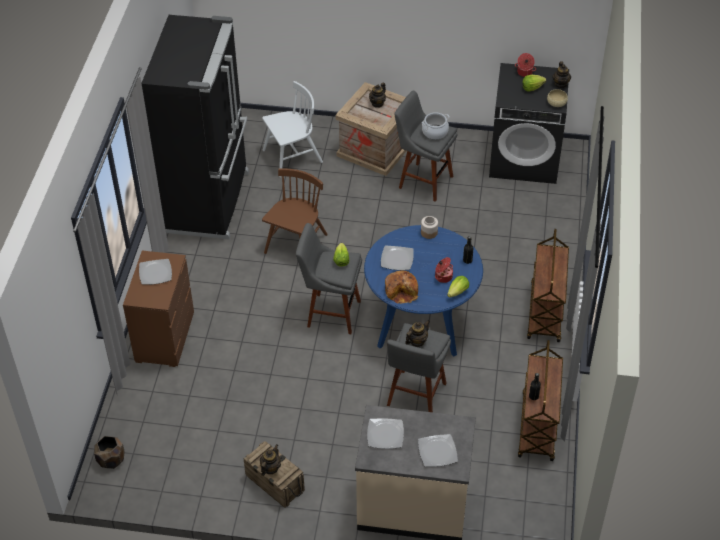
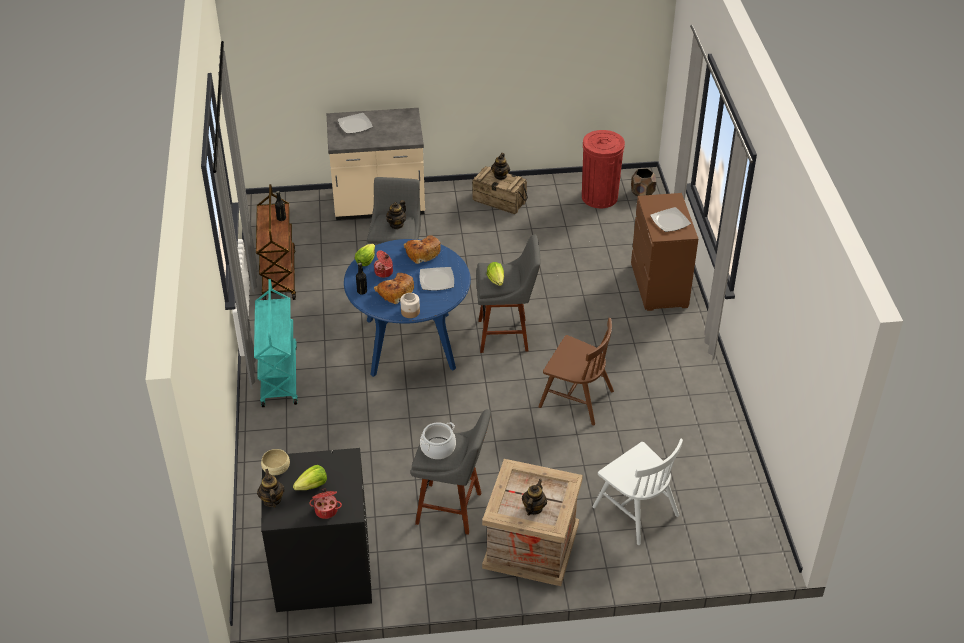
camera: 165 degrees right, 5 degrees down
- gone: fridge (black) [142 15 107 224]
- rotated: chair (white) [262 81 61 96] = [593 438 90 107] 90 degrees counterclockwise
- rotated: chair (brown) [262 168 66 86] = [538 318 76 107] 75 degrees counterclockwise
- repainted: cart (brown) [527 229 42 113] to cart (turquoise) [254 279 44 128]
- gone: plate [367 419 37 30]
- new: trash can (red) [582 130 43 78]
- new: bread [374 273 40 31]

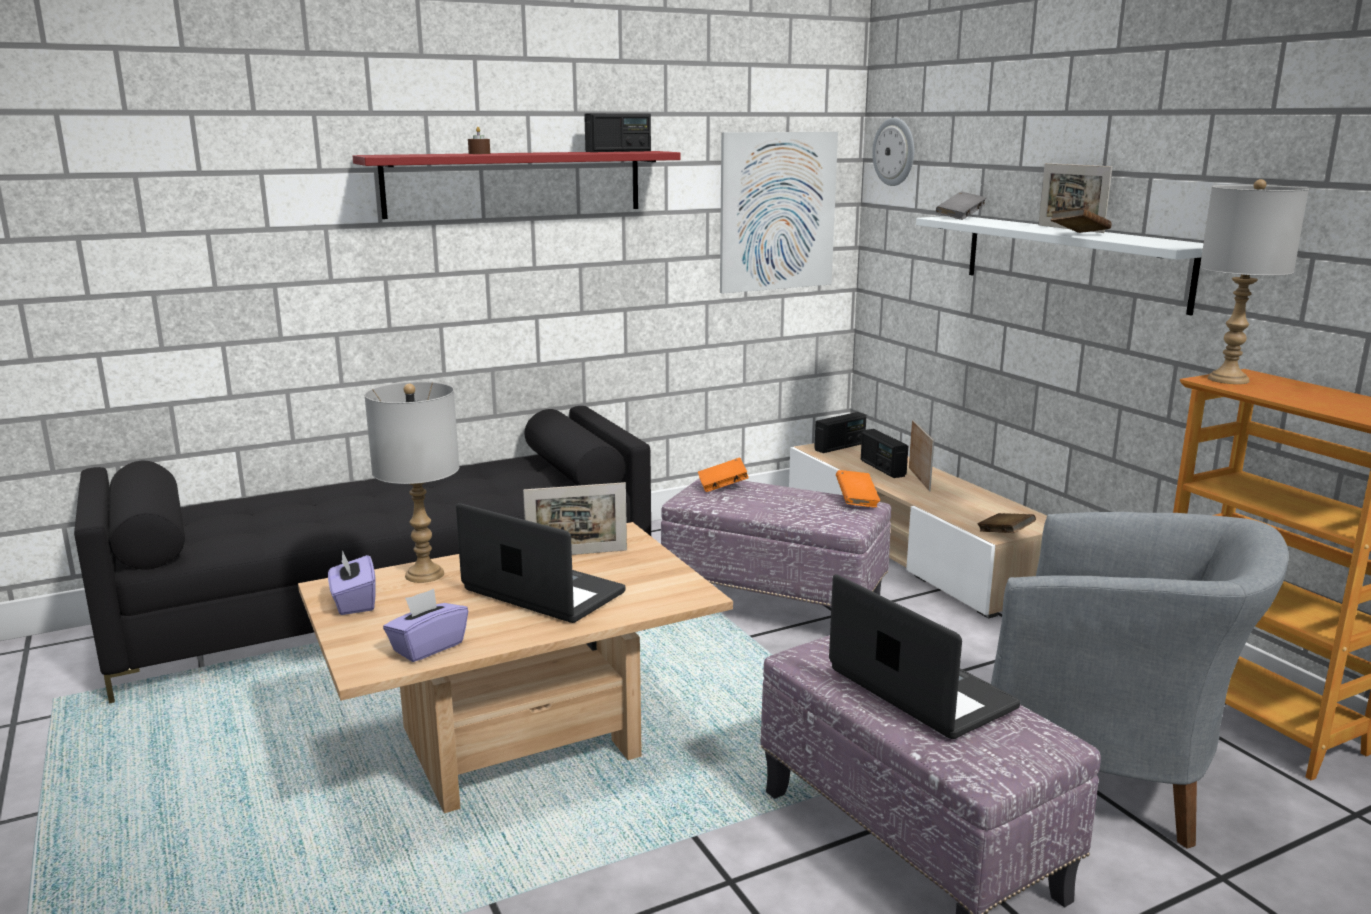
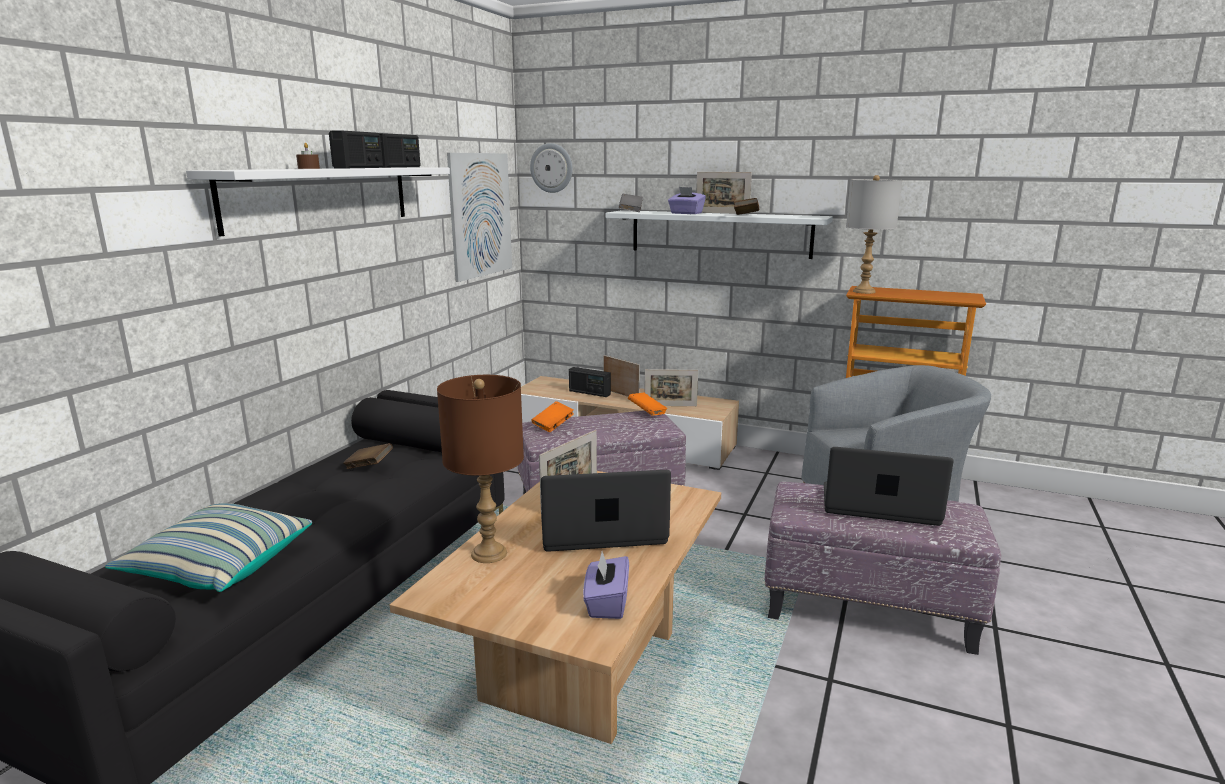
camera: 40 degrees left, 0 degrees up
- repainted: shelf (red) [353 151 328 68] to shelf (white) [186 167 264 69]
- repainted: table lamp (grey) [364 381 95 202] to table lamp (brown) [437 375 87 188]
- shifted: radio [814 412 52 41] to [329 131 54 37]
- shifted: book (brown) [978 513 58 20] to [343 443 50 26]
- shifted: tissue box (purple) [328 550 48 65] to [668 187 38 27]
- new: picture frame [644 369 54 37]
- new: pillow [105 503 207 89]

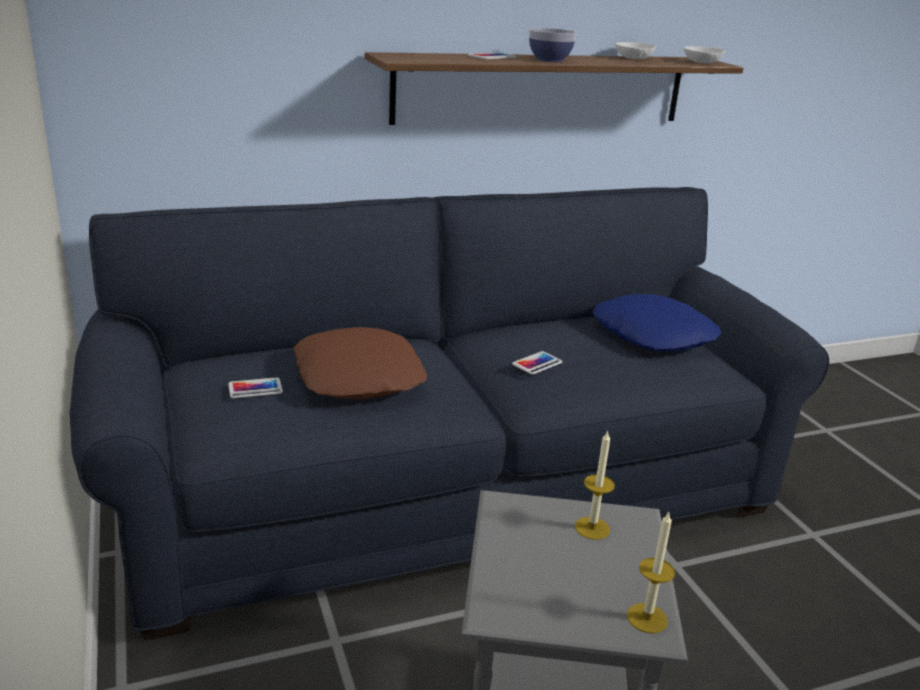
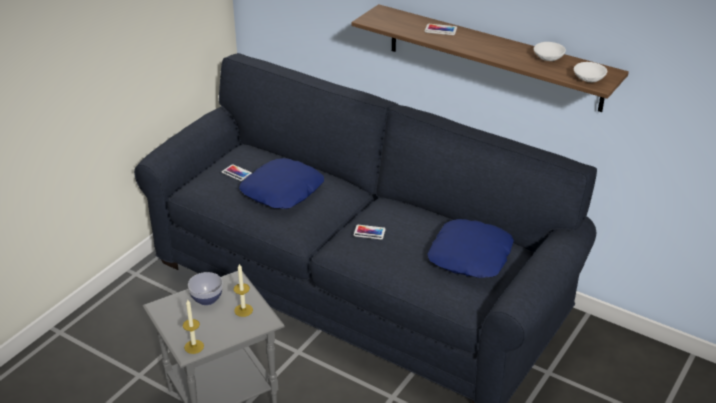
camera: 55 degrees right, 10 degrees up
- shifted: bowl [529 28 47 34] to [188 272 35 33]
- repainted: pillow (brown) [294 327 133 73] to pillow (blue) [239 158 85 51]

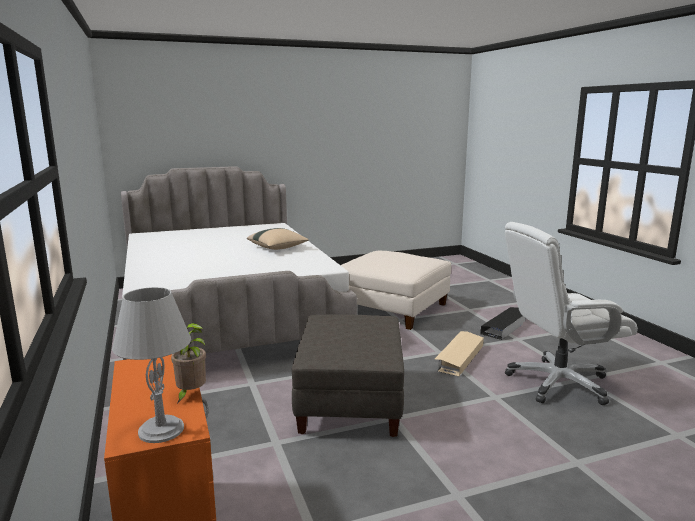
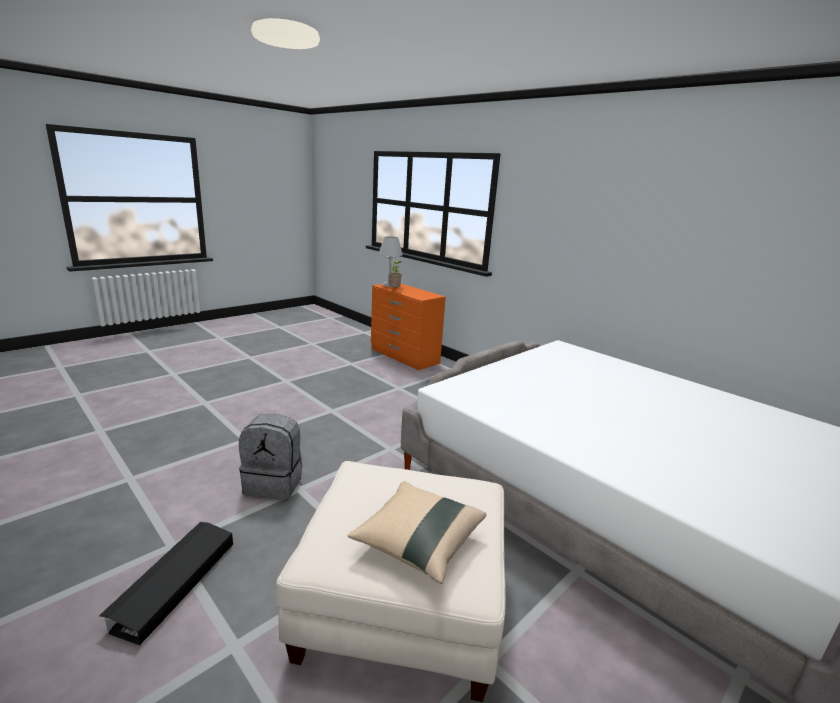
camera: 155 degrees right, 5 degrees up
- gone: office chair (white) [505 222 133 183]
- shifted: pillow (beige) [247 228 62 22] to [348 481 138 103]
- gone: ottoman (grey) [292 314 112 123]
- swapped: storage box (beige) [435 331 49 46] to backpack (grey) [239 414 63 86]

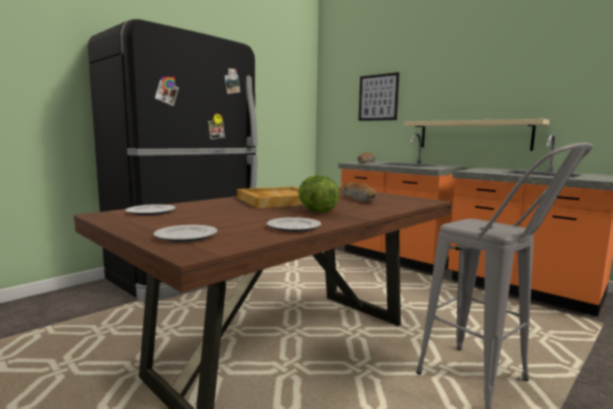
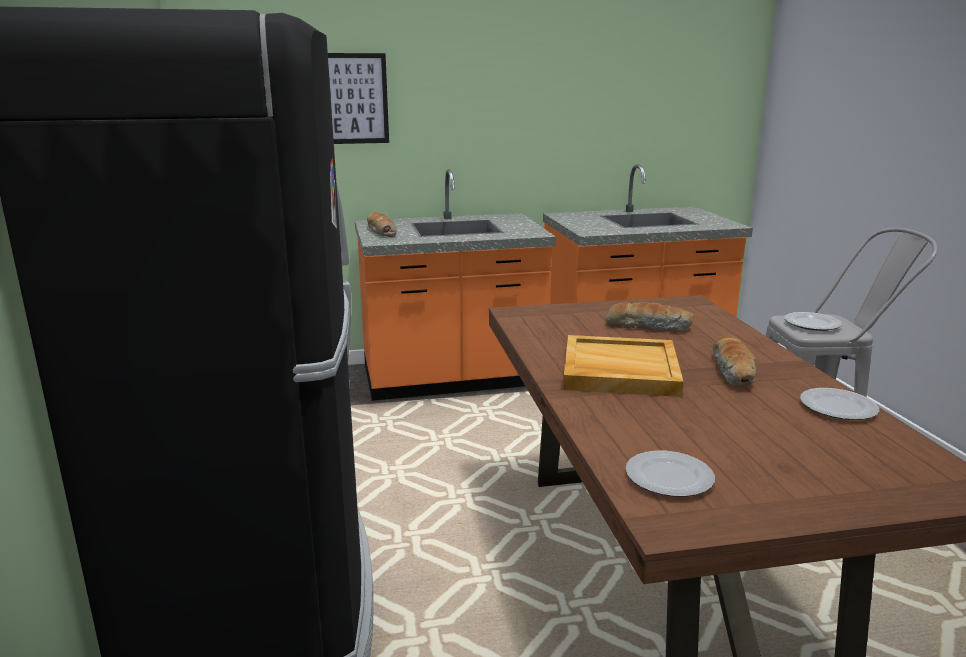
camera: 55 degrees left, 10 degrees up
- gone: shelf (beige) [404 119 145 32]
- swapped: lettuce [299 175 40 38] to bread [713 335 43 52]
- shifted: plate [153 225 65 17] to [784 312 58 19]

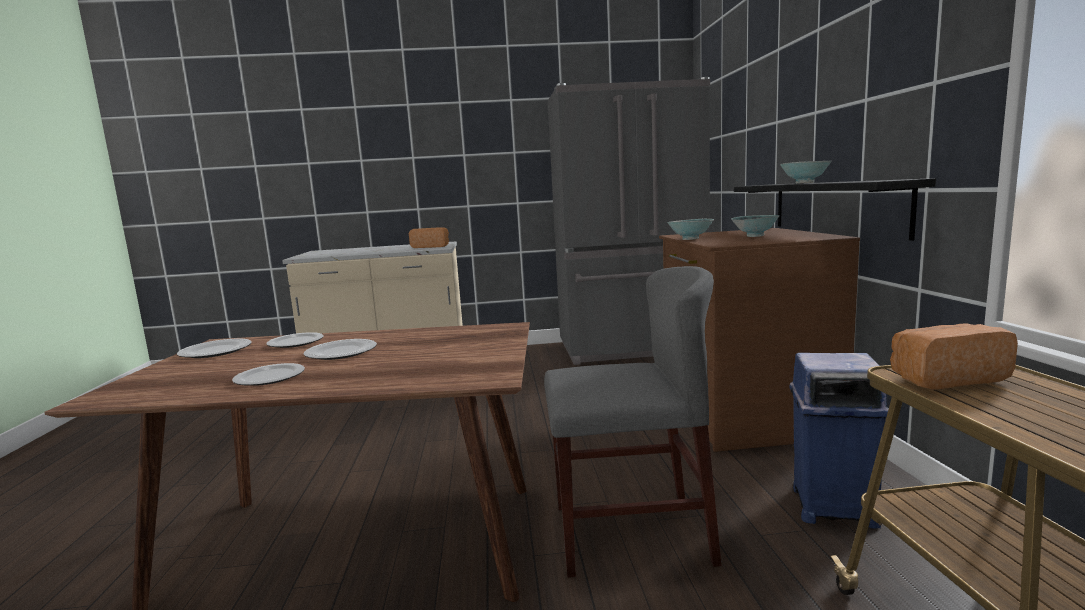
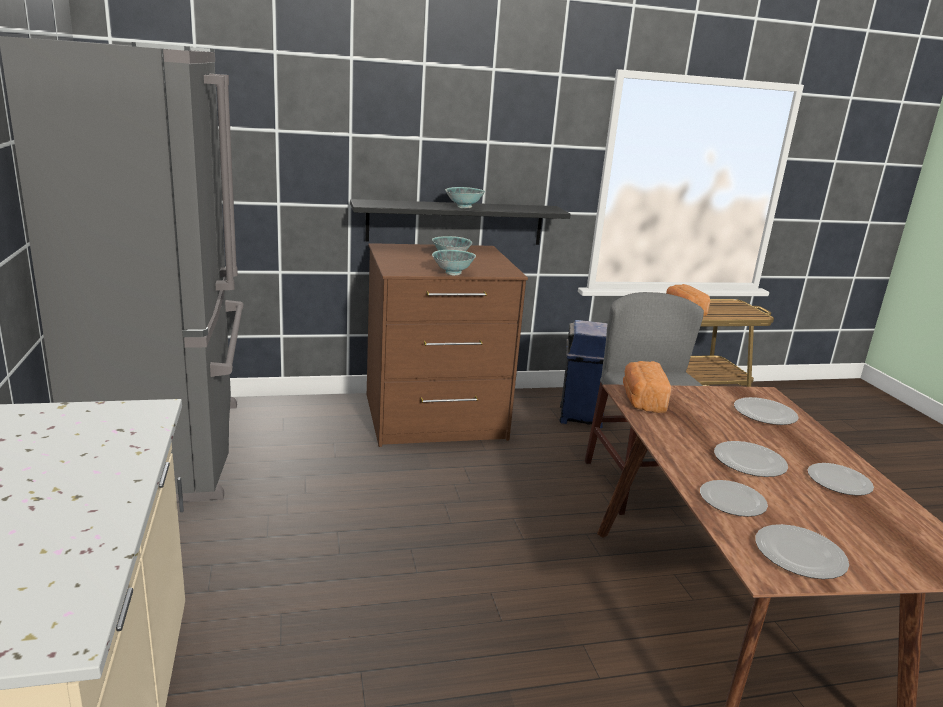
camera: 100 degrees left, 10 degrees up
- shifted: bread [409 227 40 21] to [623 361 48 52]
- new: plate [734 397 65 28]

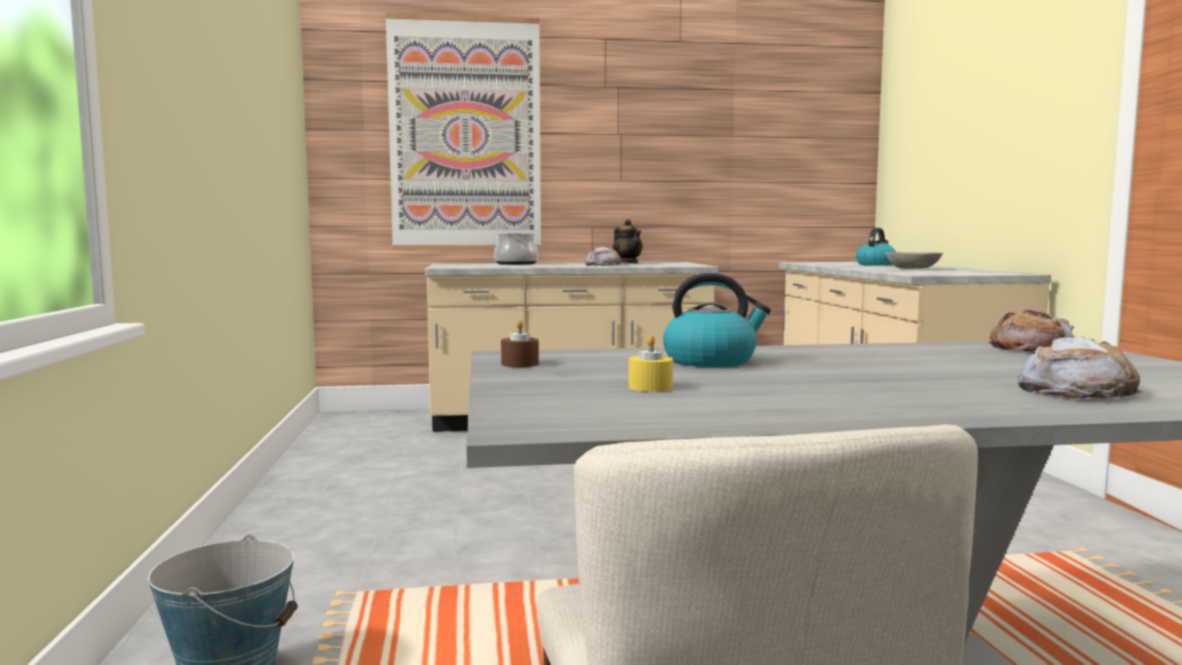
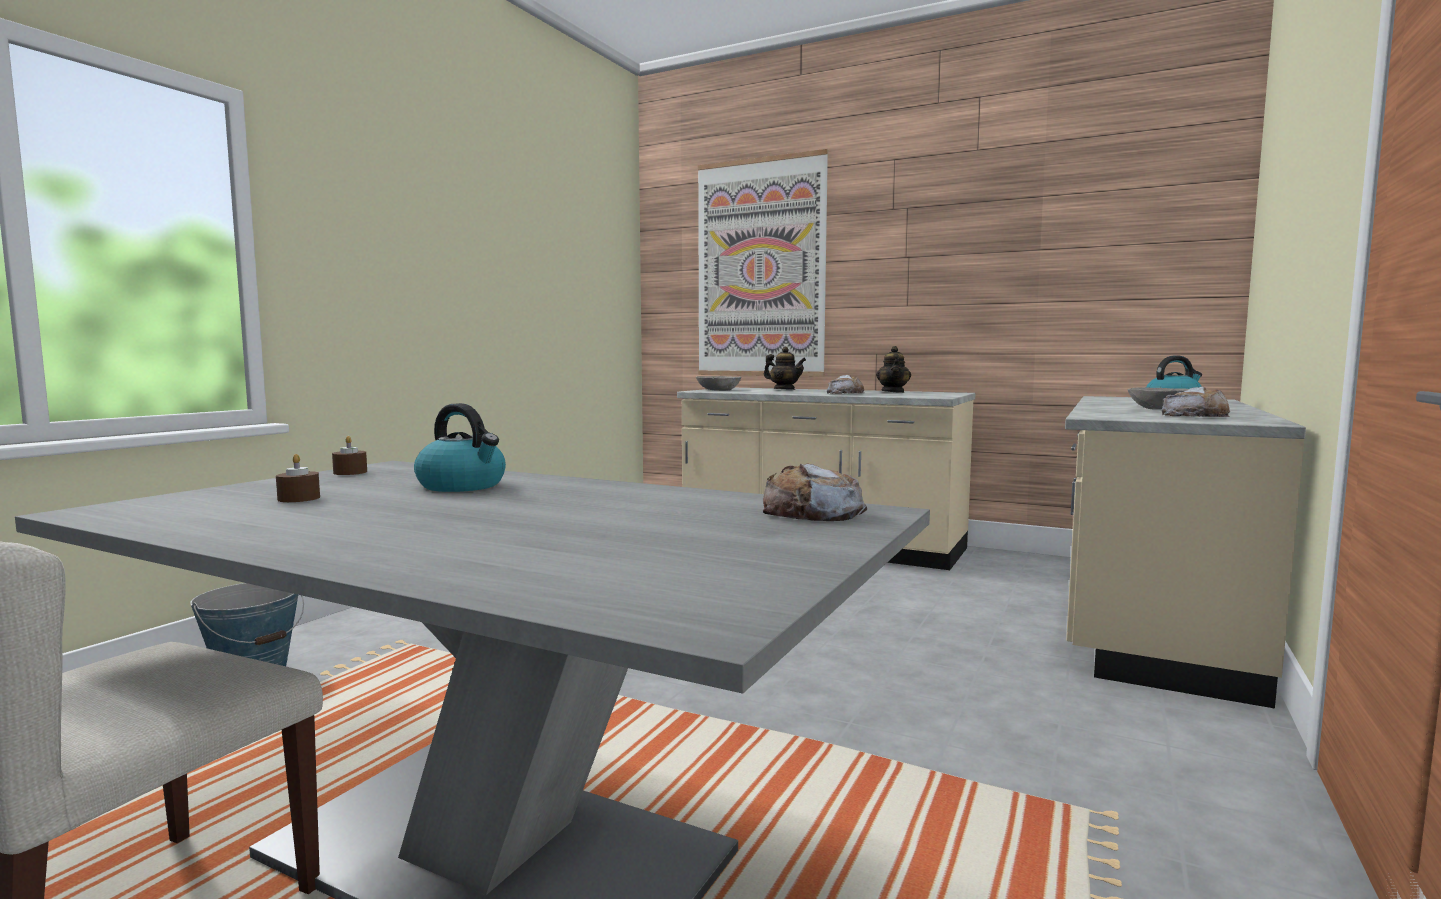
camera: 35 degrees right, 0 degrees up
- swapped: cooking pot [494 232 44 33] to teapot [764 346 42 44]
- repainted: candle (yellow) [629 335 44 57] to candle (brown) [276 454 44 48]
- shifted: bread [1018 336 125 63] to [1162 386 68 31]
- new: bowl (grey) [696 376 45 15]

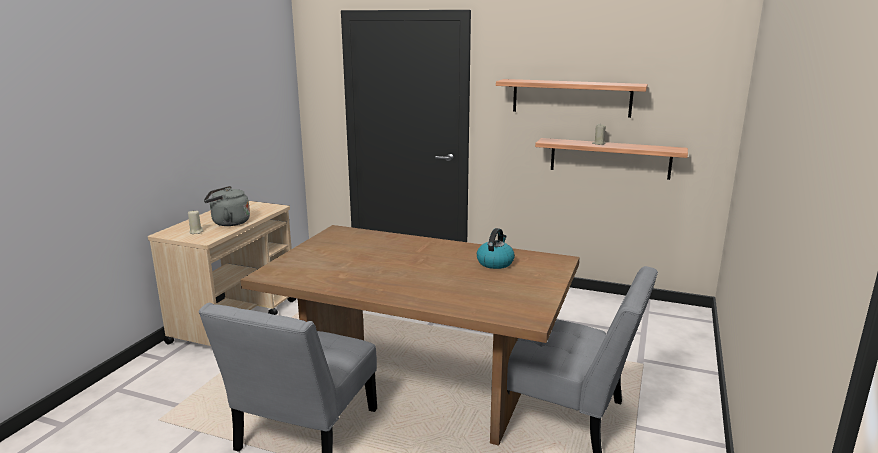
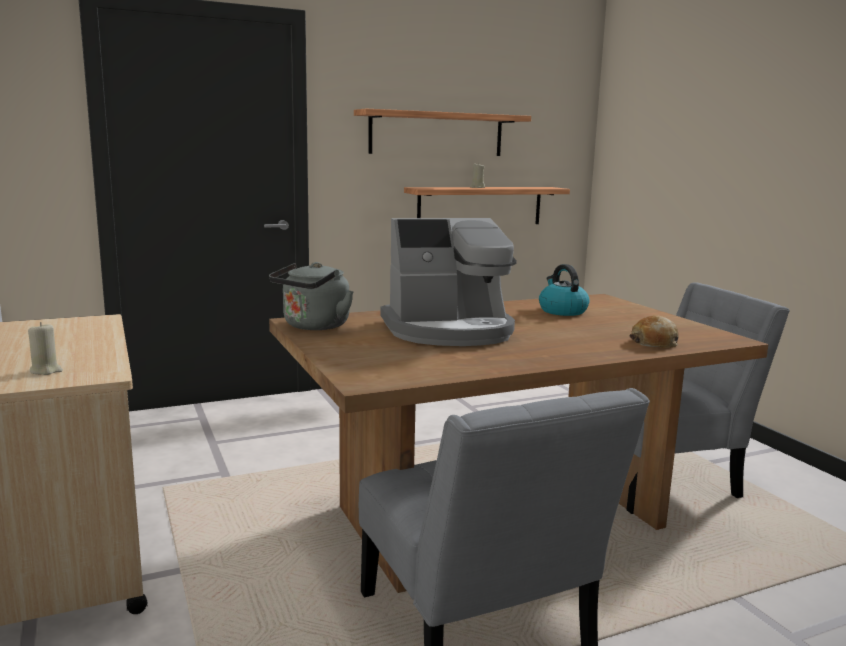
camera: 45 degrees left, 5 degrees down
- shifted: kettle (grey) [204 186 46 40] to [269 262 85 68]
- new: coffee machine [380 218 137 128]
- new: bread [630 315 49 33]

